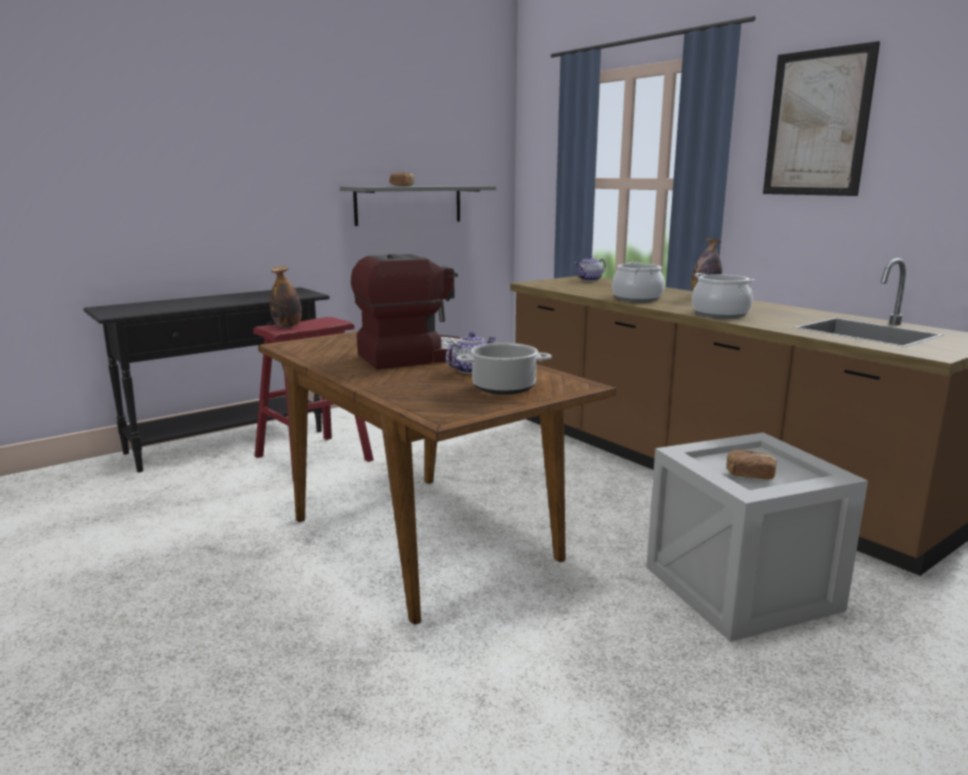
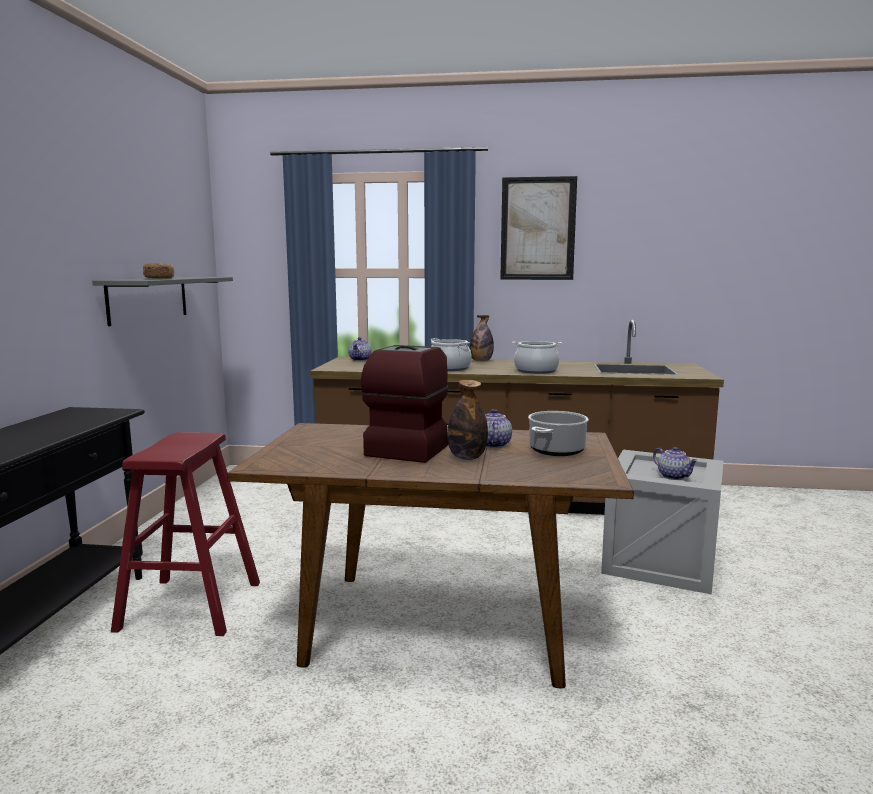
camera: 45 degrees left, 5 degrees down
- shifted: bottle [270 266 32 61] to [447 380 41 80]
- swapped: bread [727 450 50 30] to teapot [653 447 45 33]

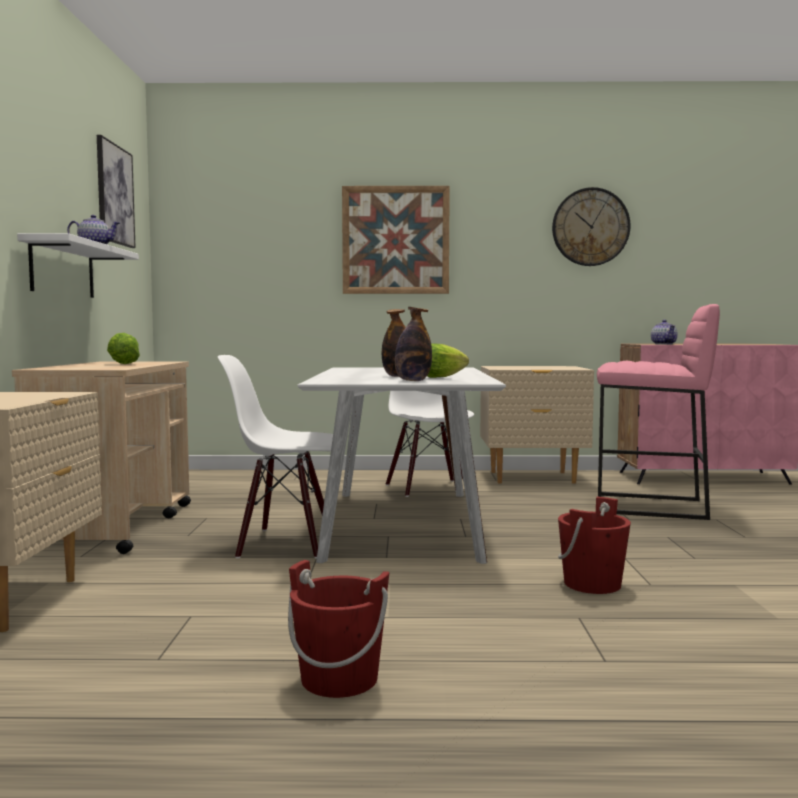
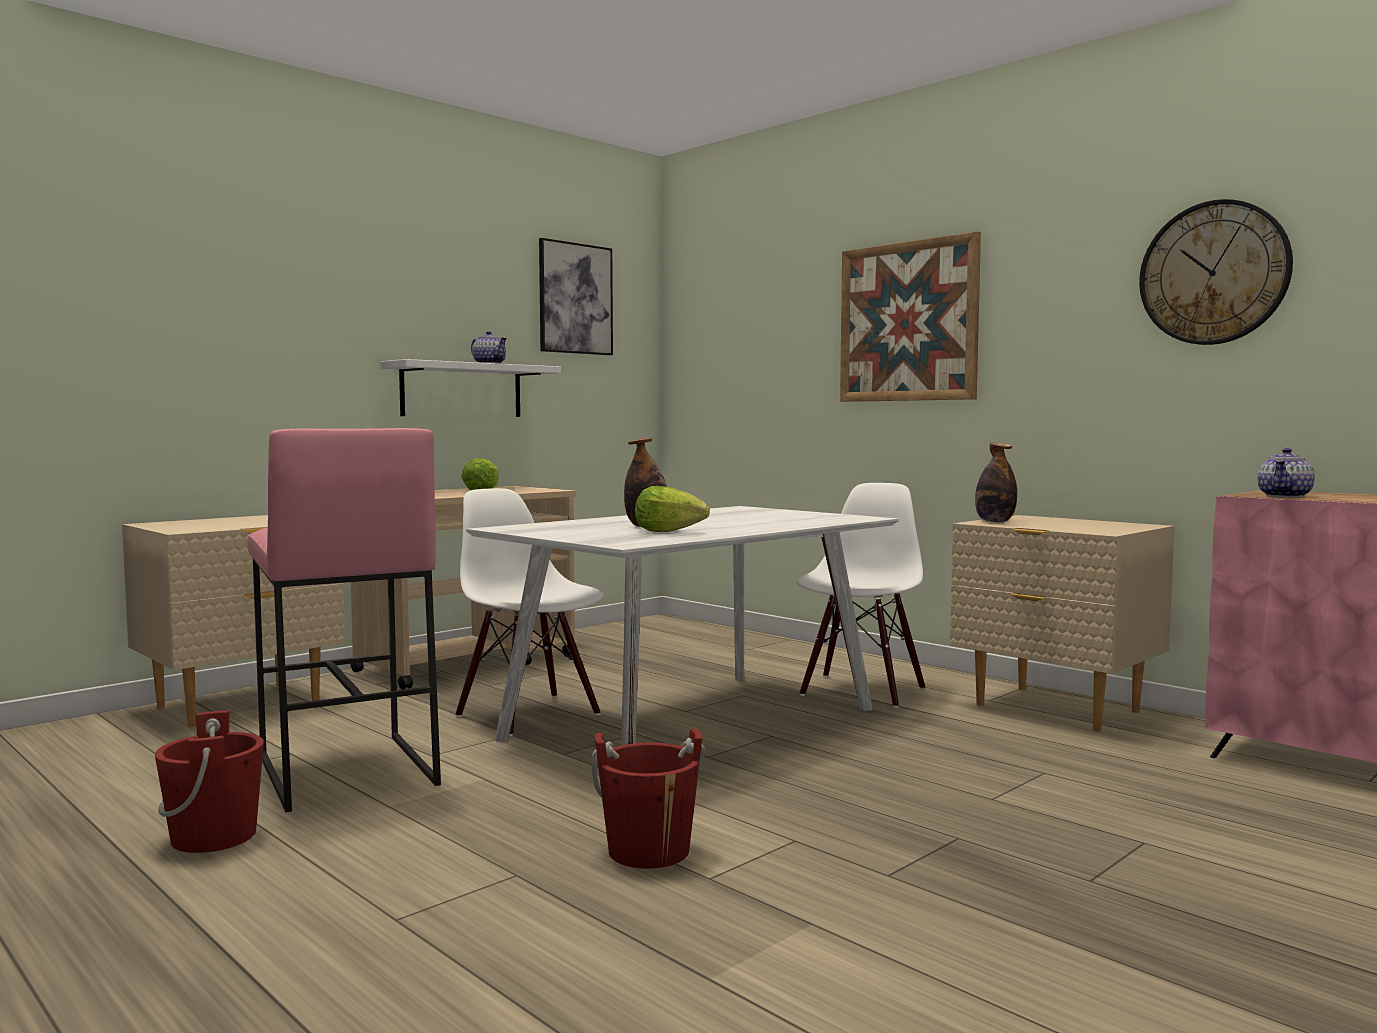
camera: 45 degrees right, 0 degrees up
- shifted: stool (pink) [597 304 123 216] to [248 428 193 384]
- shifted: bottle [395 307 37 74] to [975 443 42 79]

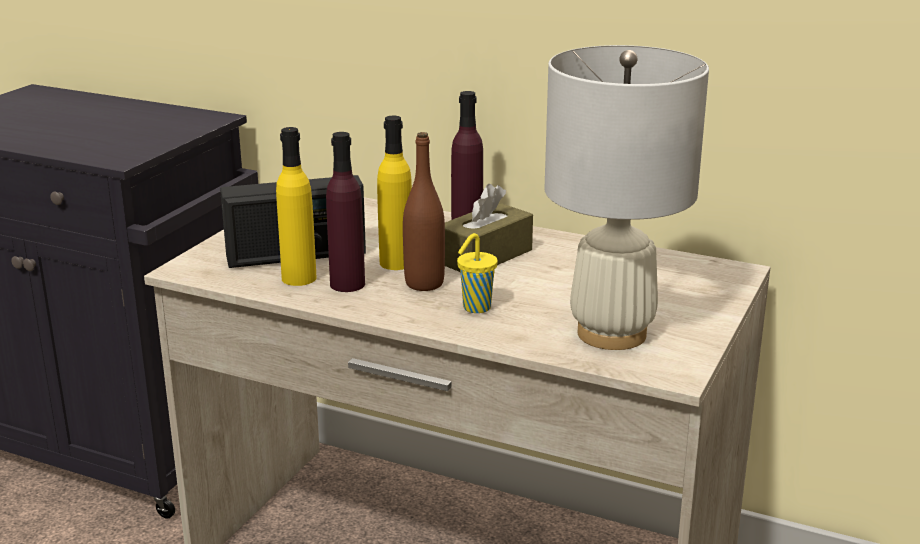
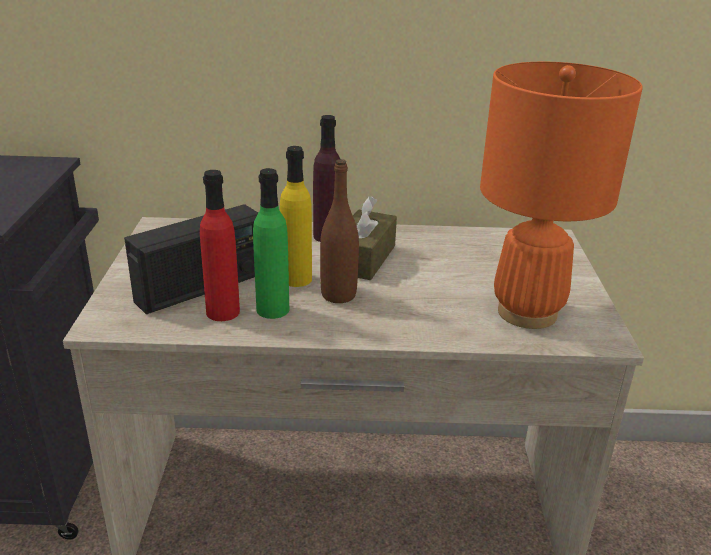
camera: 25 degrees left, 5 degrees up
- repainted: table lamp (white) [544 45 165 305] to table lamp (orange) [480 62 163 267]
- repainted: bottle (yellow) [276 127 40 159] to bottle (red) [200 170 40 151]
- repainted: bottle (purple) [326 132 39 160] to bottle (green) [253 168 36 151]
- gone: cup (yellow) [457 233 41 80]

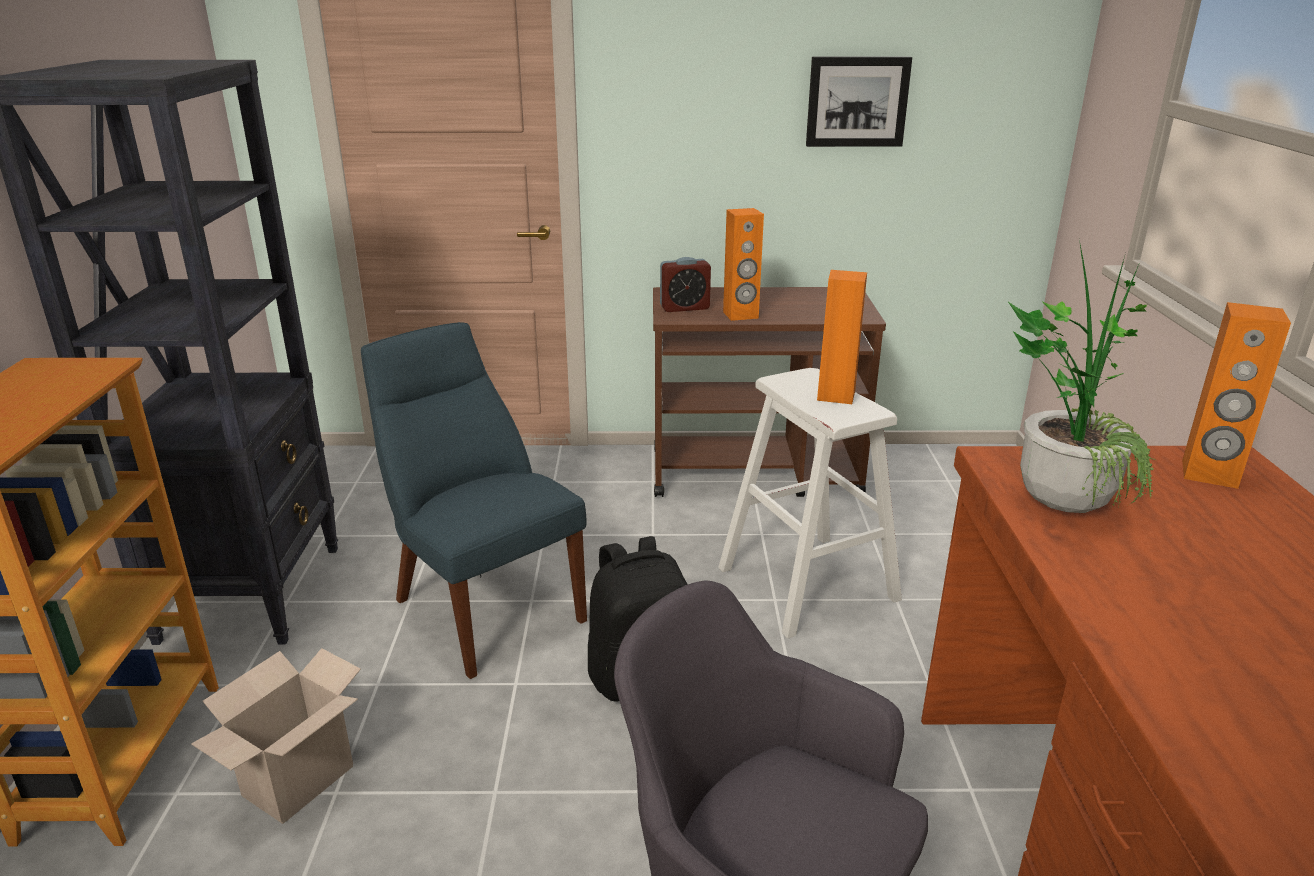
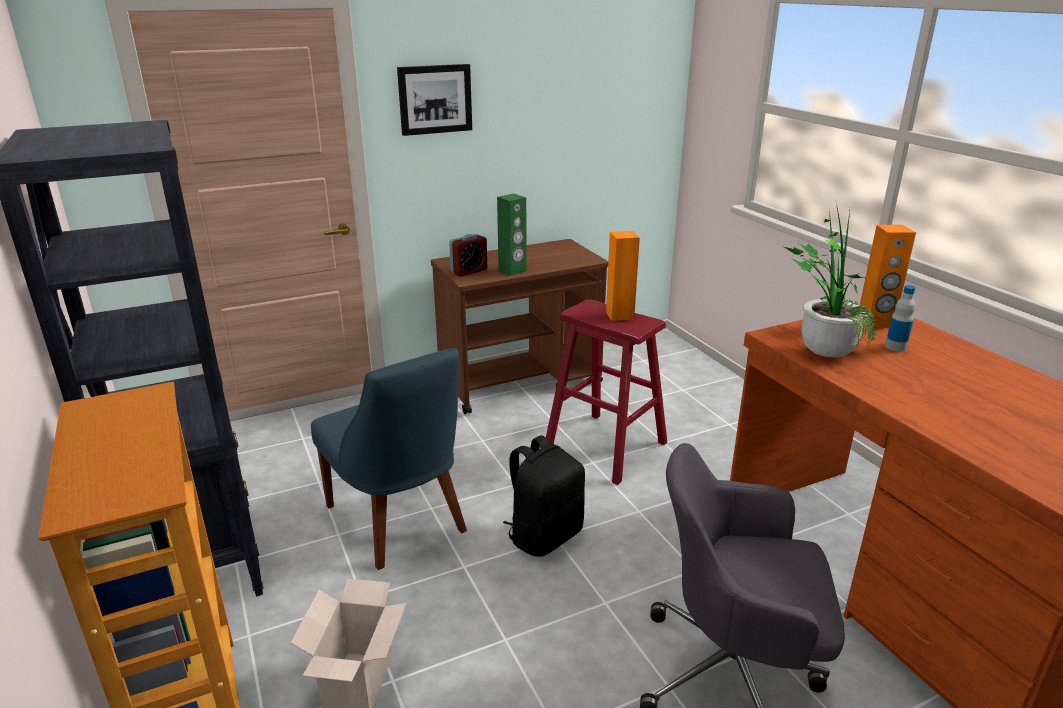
camera: 25 degrees left, 0 degrees up
- shifted: picture [806 57 106 90] to [397 64 75 72]
- repainted: speaker (orange) [723 208 41 113] to speaker (green) [497 194 30 82]
- rotated: chair (blue) [361 322 226 357] = [311 348 156 222] 150 degrees counterclockwise
- repainted: stool (white) [718 368 184 271] to stool (red) [546 300 121 185]
- new: bottle [885 285 31 67]

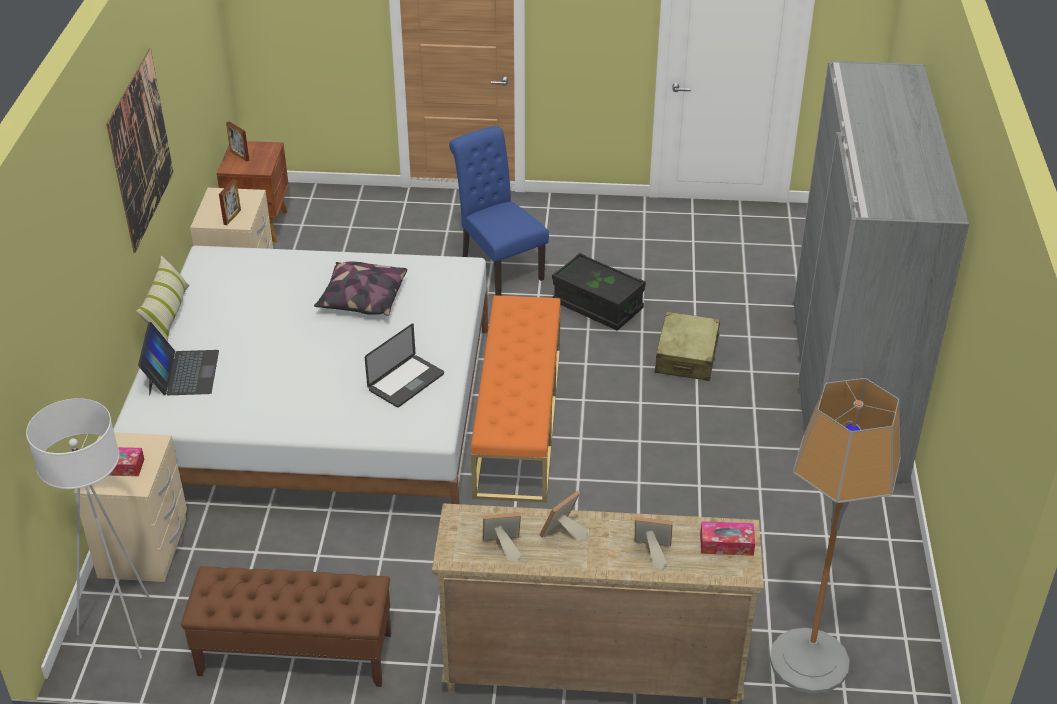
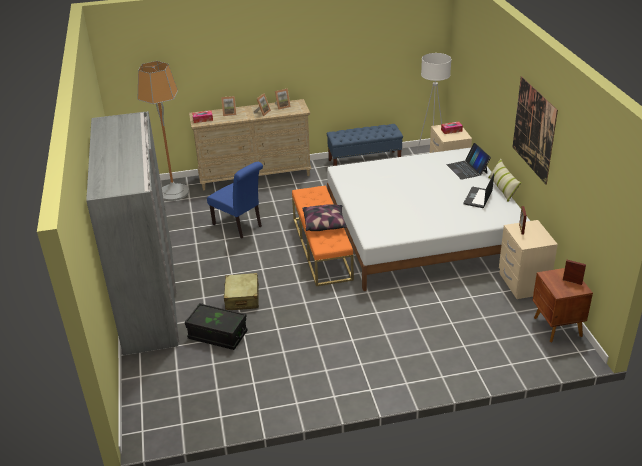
camera: 165 degrees right, 5 degrees down
- shifted: chair (blue) [449 126 100 170] to [207 162 56 77]
- shifted: storage box (black) [552 253 94 78] to [185 303 63 47]
- shifted: pillow [314 262 93 54] to [302 204 45 27]
- shifted: laptop [365 324 79 83] to [463 174 31 34]
- repainted: bench (brown) [181 566 210 121] to bench (blue) [327 124 76 42]

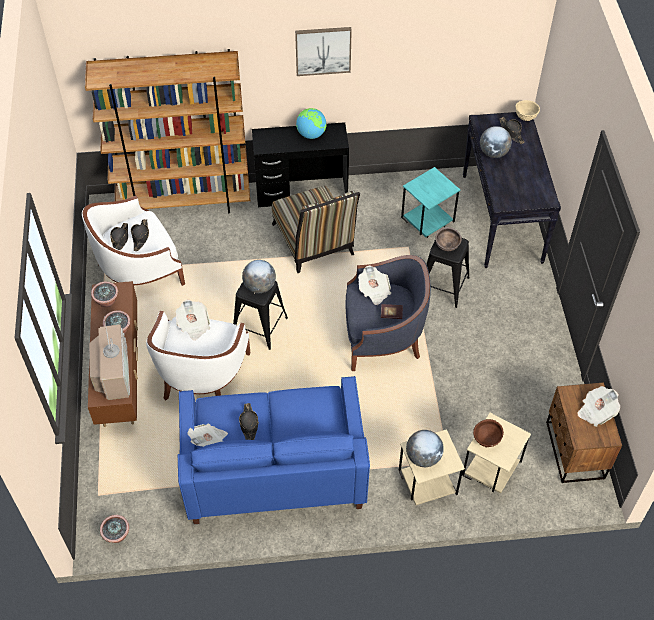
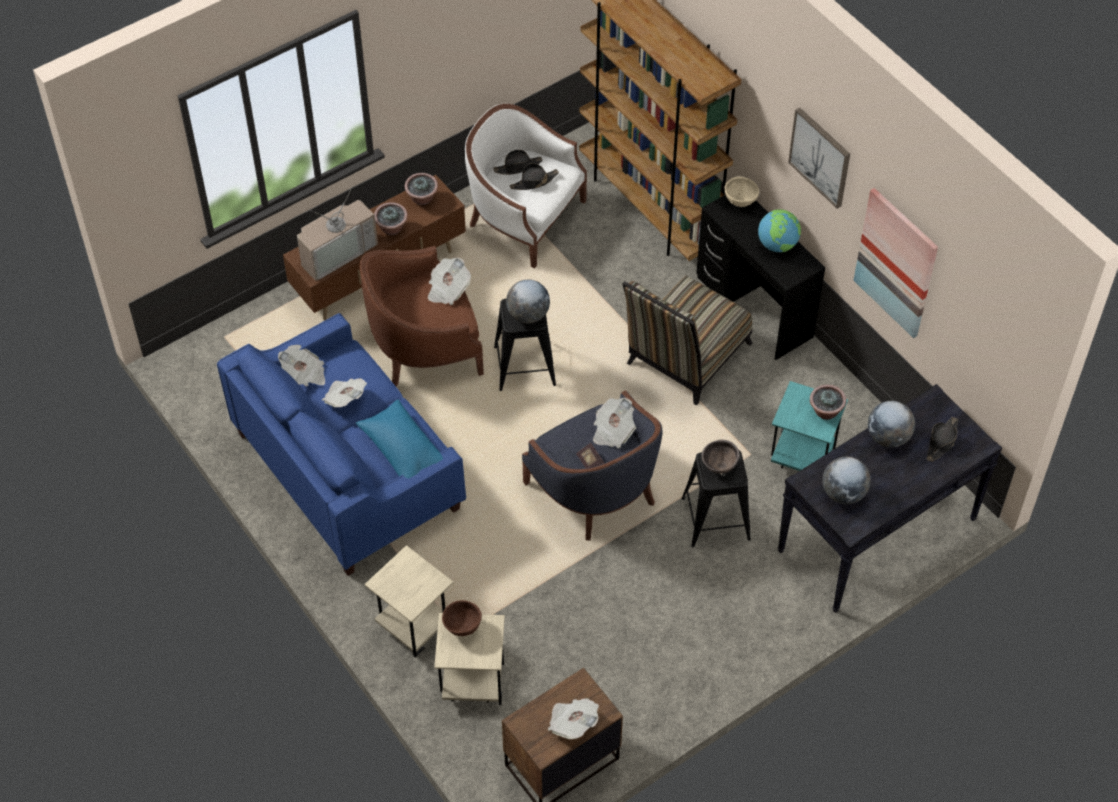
camera: 60 degrees right, 0 degrees up
- shifted: bowl (beige) [515 100 25 21] to [724 177 35 30]
- repainted: armchair (white) [146 311 104 90] to armchair (brown) [360 246 124 140]
- swapped: hat (black) [239 403 20 37] to newspaper [322 378 45 29]
- shifted: globe [406 430 38 37] to [822 456 49 48]
- shifted: potted plant [100 515 29 28] to [810 385 36 35]
- new: picture [853 188 85 150]
- new: pillow (blue) [356 400 87 78]

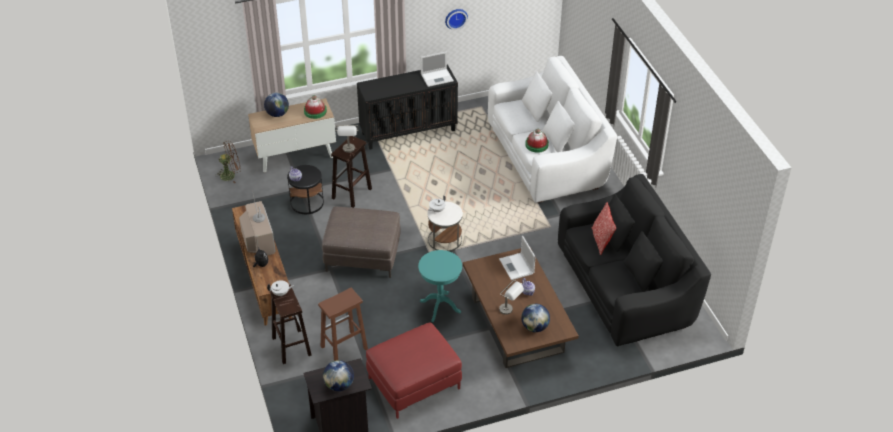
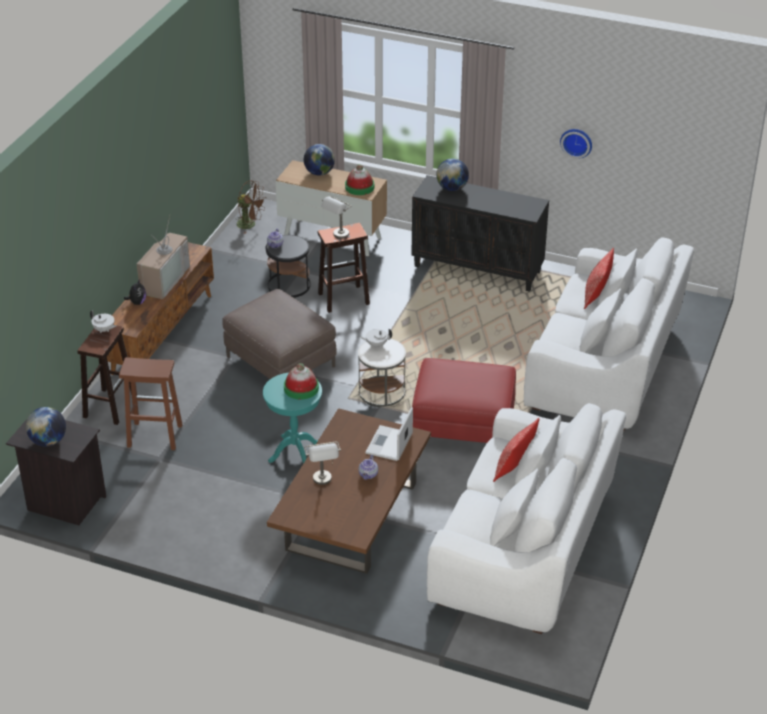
camera: 40 degrees right, 5 degrees down
- gone: laptop [421 51 33 36]
- shifted: hat [525 129 24 24] to [284 363 35 37]
- repainted: sofa (black) [558 174 153 173] to sofa (white) [427 403 199 231]
- shifted: globe [521 304 29 28] to [436 158 33 33]
- shifted: ottoman (red) [366 323 96 96] to [412 358 104 85]
- new: pillow [584 248 30 61]

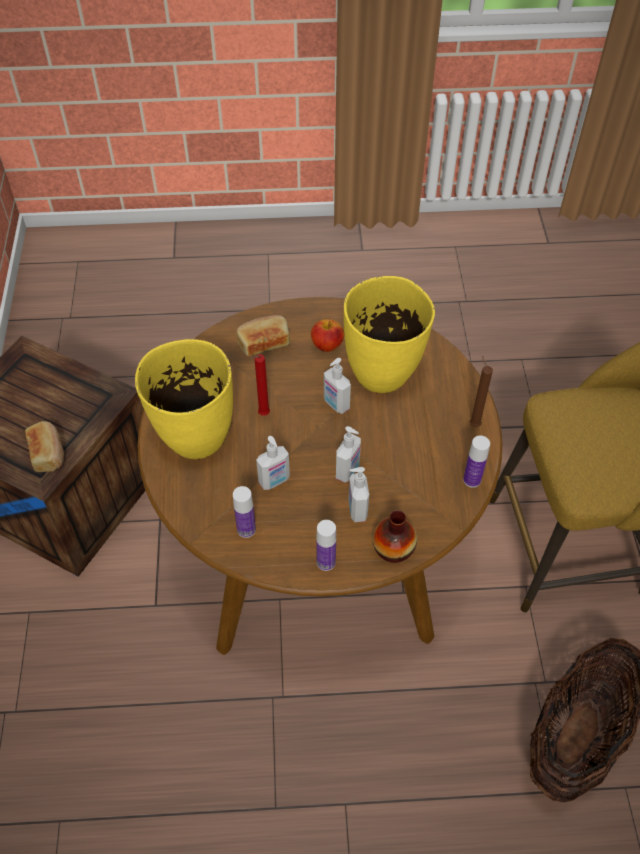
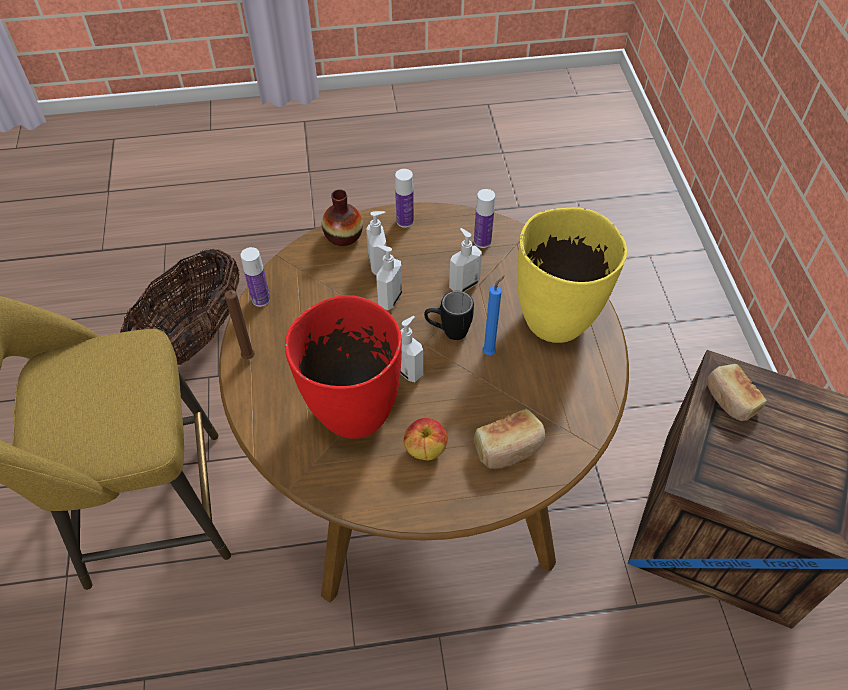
camera: 175 degrees right, 0 degrees up
- repainted: vase (yellow) [344 276 91 117] to vase (red) [285 295 117 144]
- repainted: candle (red) [251 354 19 62] to candle (blue) [483 275 22 80]
- new: mug (black) [424 291 50 49]

